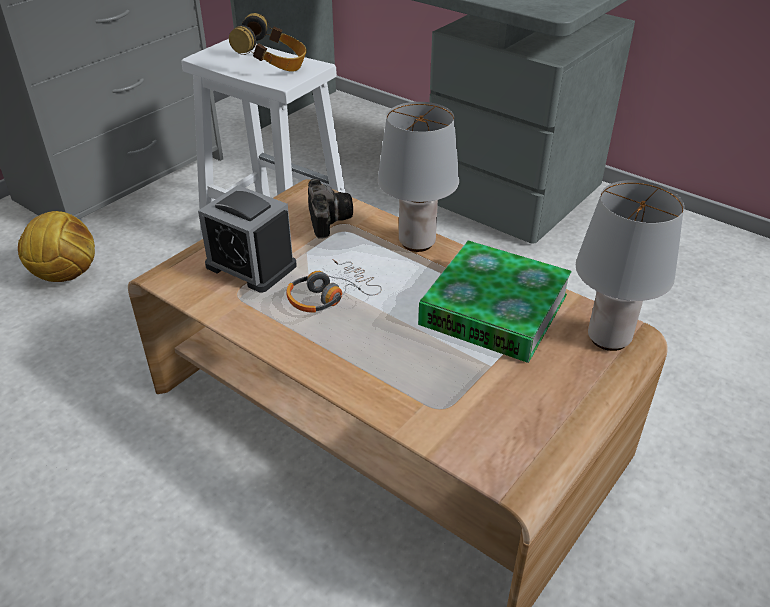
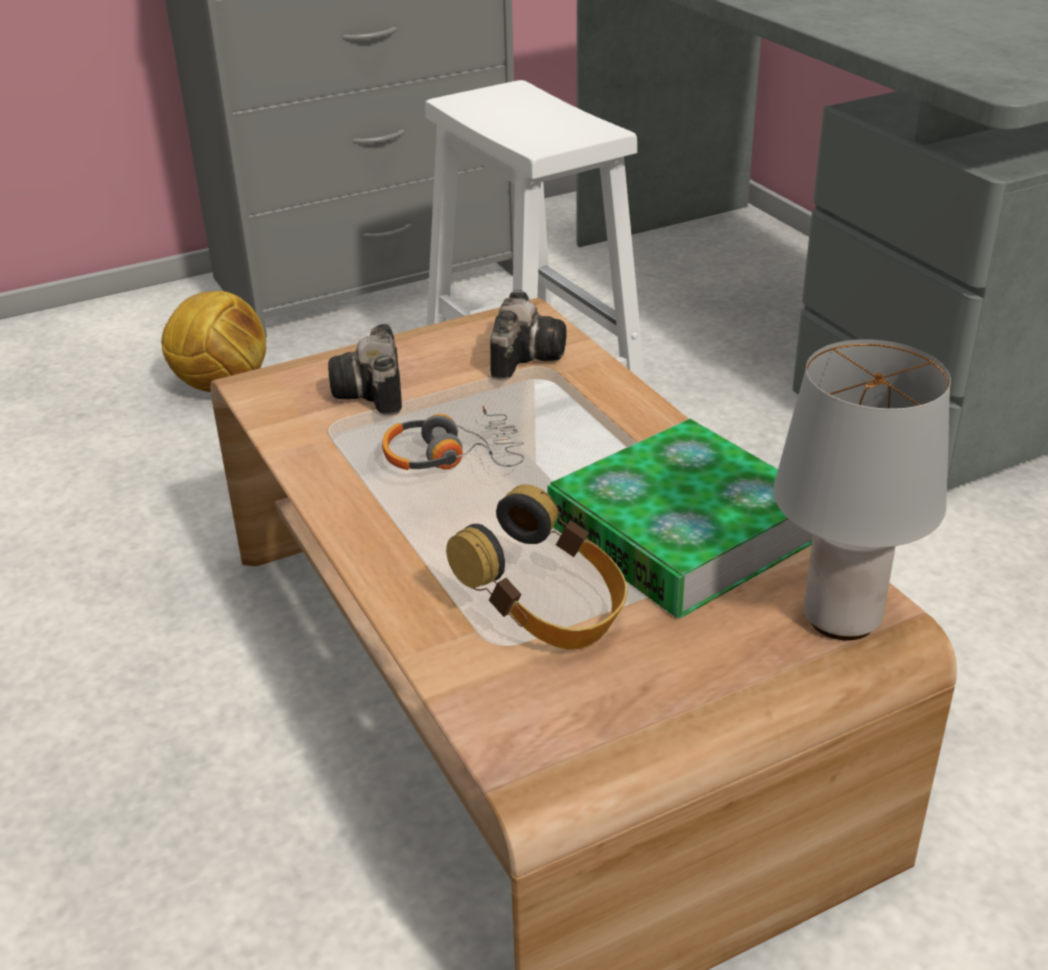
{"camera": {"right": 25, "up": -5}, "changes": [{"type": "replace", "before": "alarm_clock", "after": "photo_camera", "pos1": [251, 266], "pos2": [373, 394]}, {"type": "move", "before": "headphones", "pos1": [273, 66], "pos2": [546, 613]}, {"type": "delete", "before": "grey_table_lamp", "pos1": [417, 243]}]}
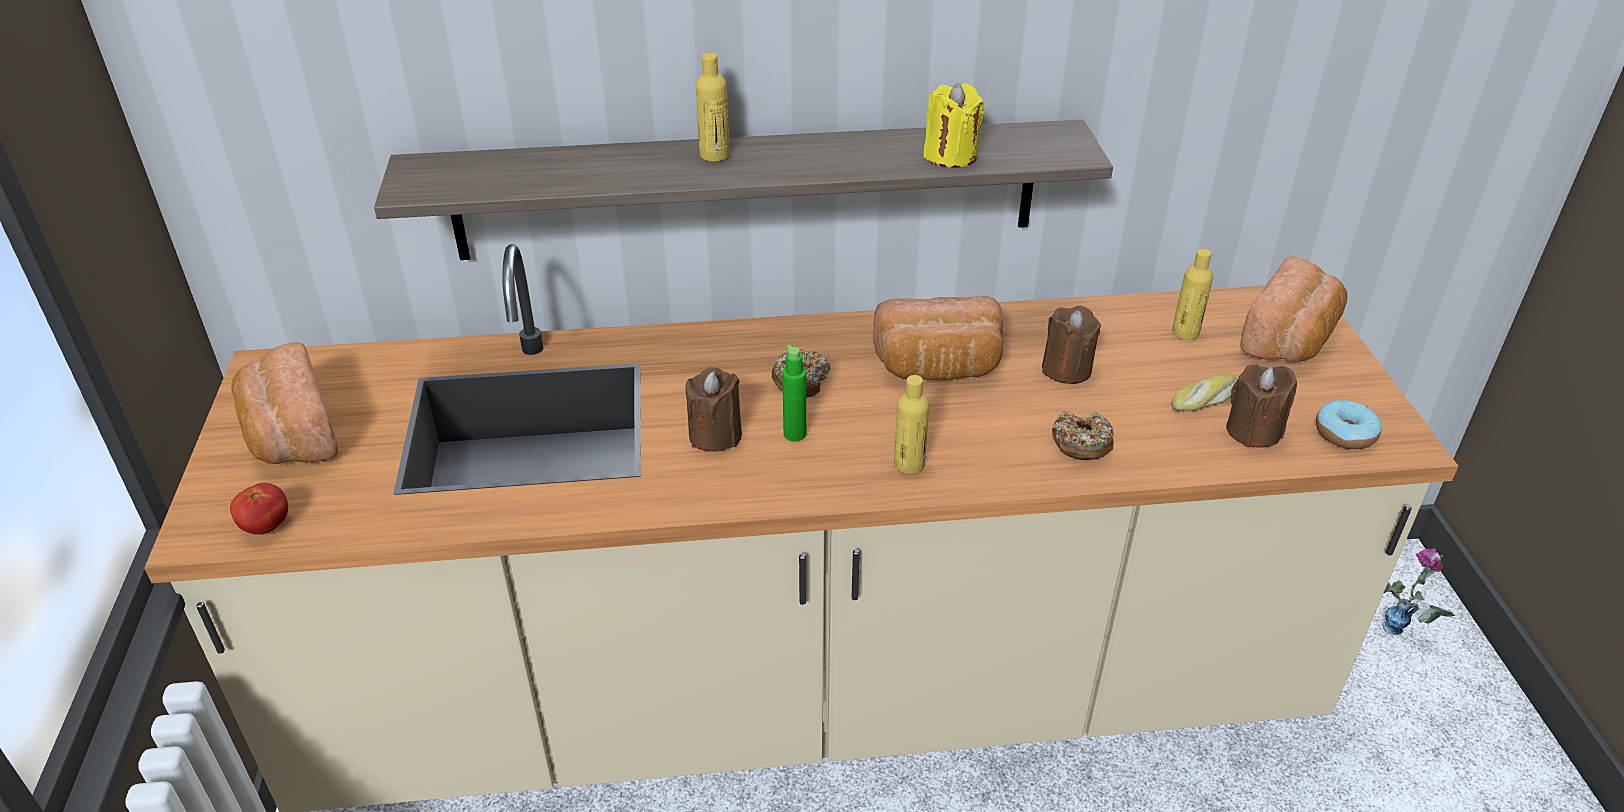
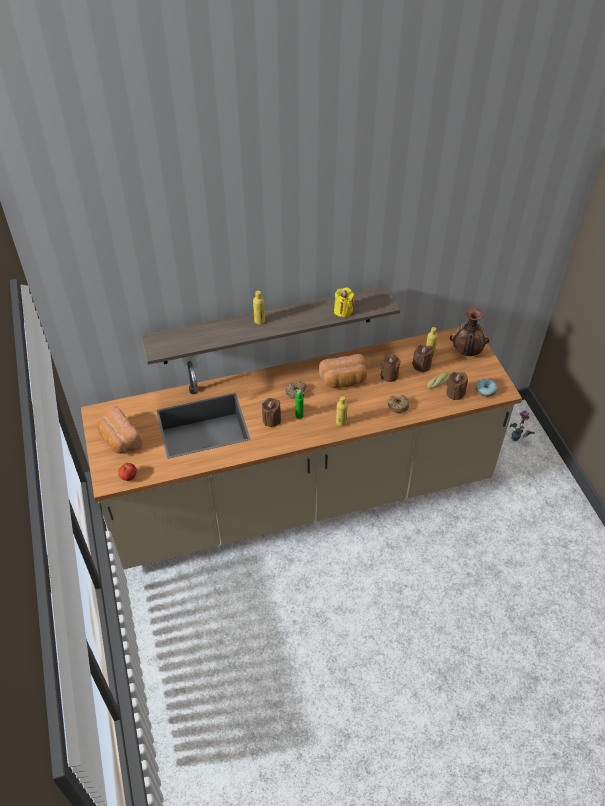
{"camera": {"right": -10, "up": 10}, "changes": [{"type": "replace", "before": "bread", "after": "vase", "pos1": [1290, 339], "pos2": [466, 352]}, {"type": "insert", "after": "brown_candle", "pos2": [421, 365]}]}
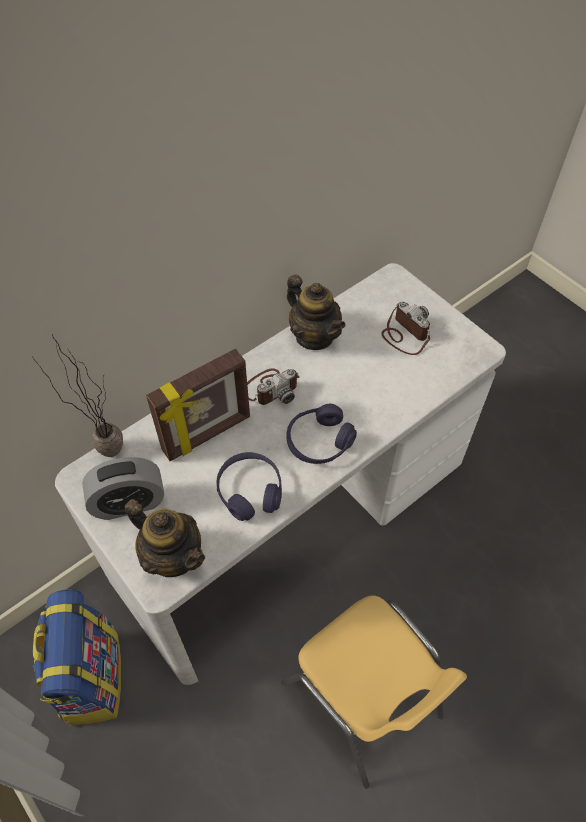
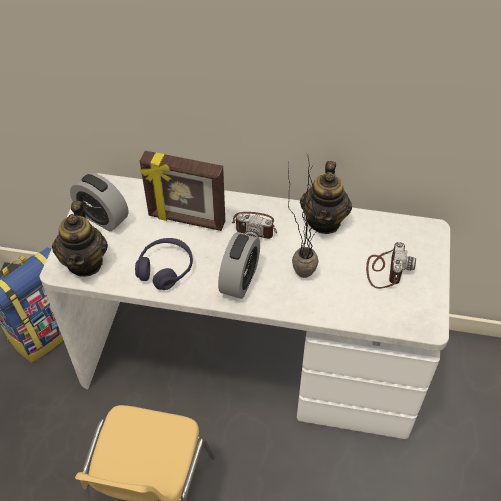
{"camera": {"right": 50, "up": -5}, "changes": [{"type": "move", "before": "potted_plant", "pos1": [103, 448], "pos2": [300, 267]}, {"type": "replace", "before": "purple_headphones", "after": "alarm_clock", "pos1": [319, 441], "pos2": [239, 280]}]}
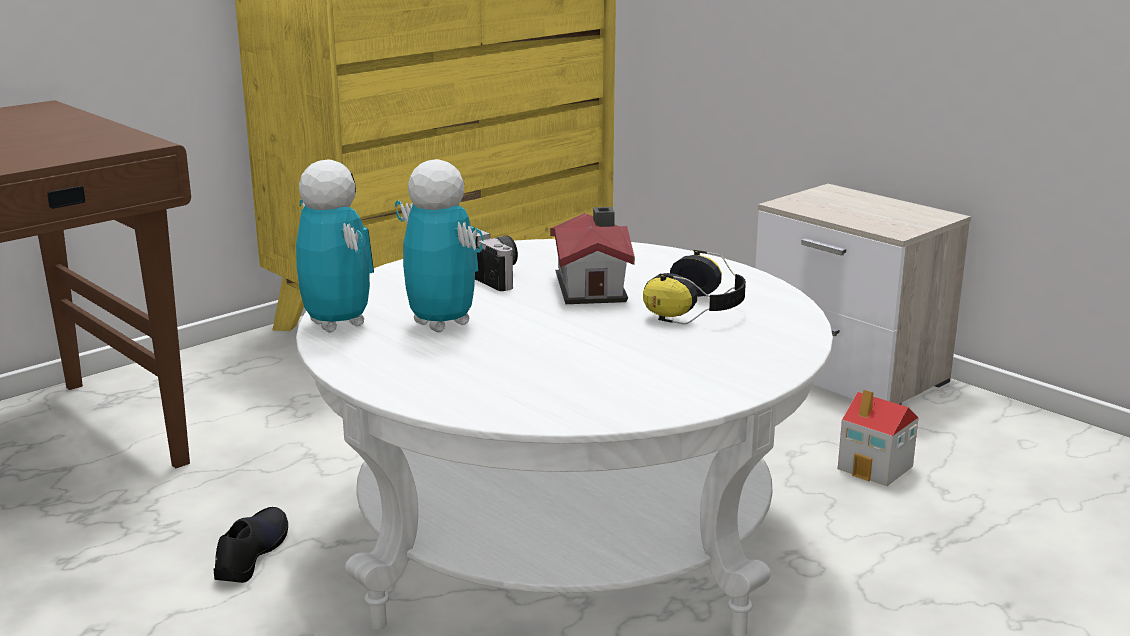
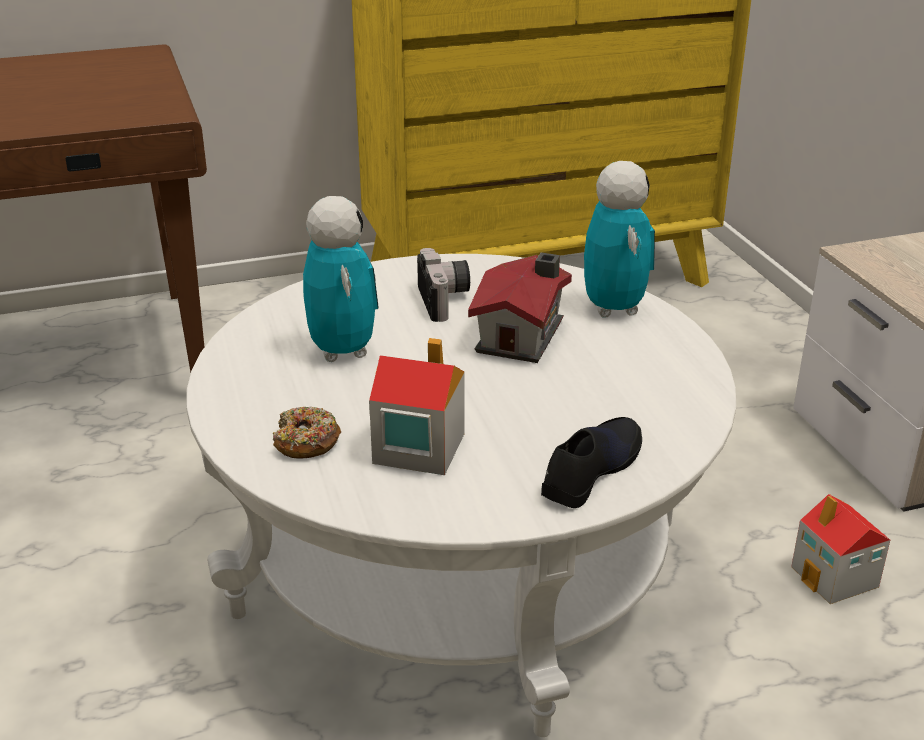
{"camera": {"right": 25, "up": 10}, "changes": [{"type": "move", "before": "black_shoe", "pos1": [251, 554], "pos2": [590, 471]}, {"type": "move", "before": "toy_robot", "pos1": [337, 323], "pos2": [613, 308]}, {"type": "delete", "before": "headphones", "pos1": [698, 310]}, {"type": "insert", "after": "donut", "pos2": [306, 442]}, {"type": "insert", "after": "toy_house", "pos2": [417, 448]}]}
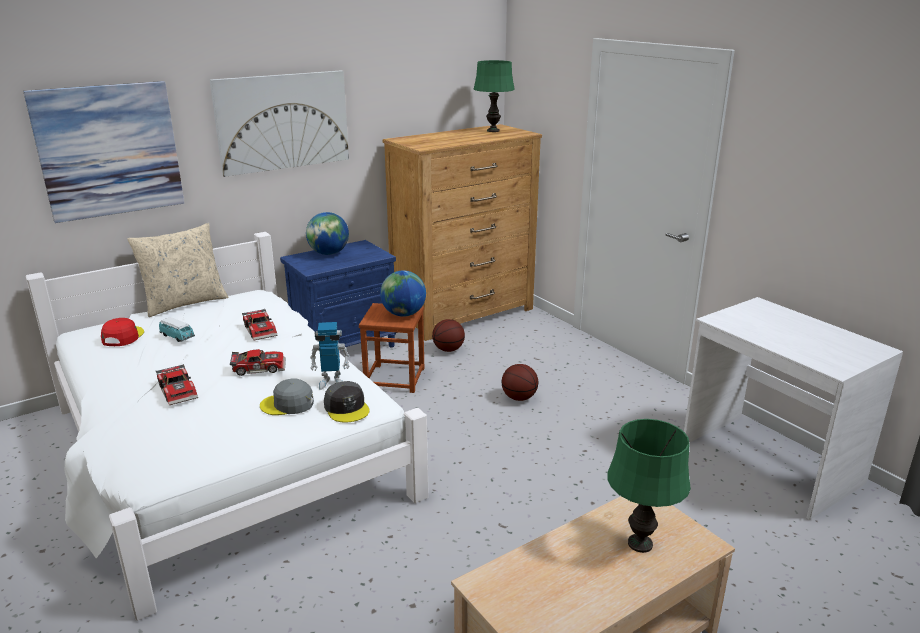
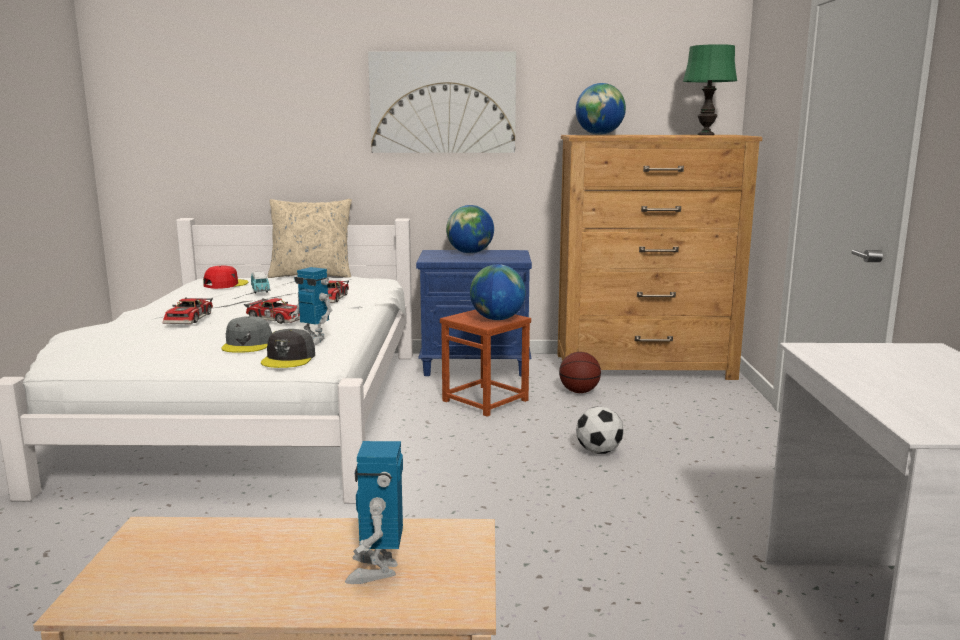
{"camera": {"right": 35, "up": -10}, "changes": [{"type": "delete", "before": "picture", "pos1": [109, 150]}, {"type": "rotate", "before": "grey_cap", "pos1": [288, 404], "pos2": [247, 344], "turn": -120}, {"type": "replace", "before": "basketball", "after": "football", "pos1": [519, 398], "pos2": [598, 451]}, {"type": "replace", "before": "green_table_lamp", "after": "toy_robot", "pos1": [640, 544], "pos2": [376, 569]}, {"type": "insert", "after": "globe", "pos2": [599, 134]}]}
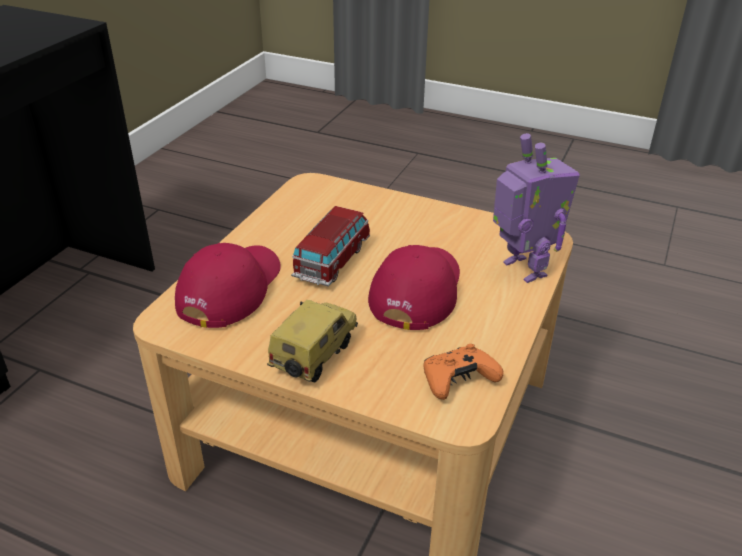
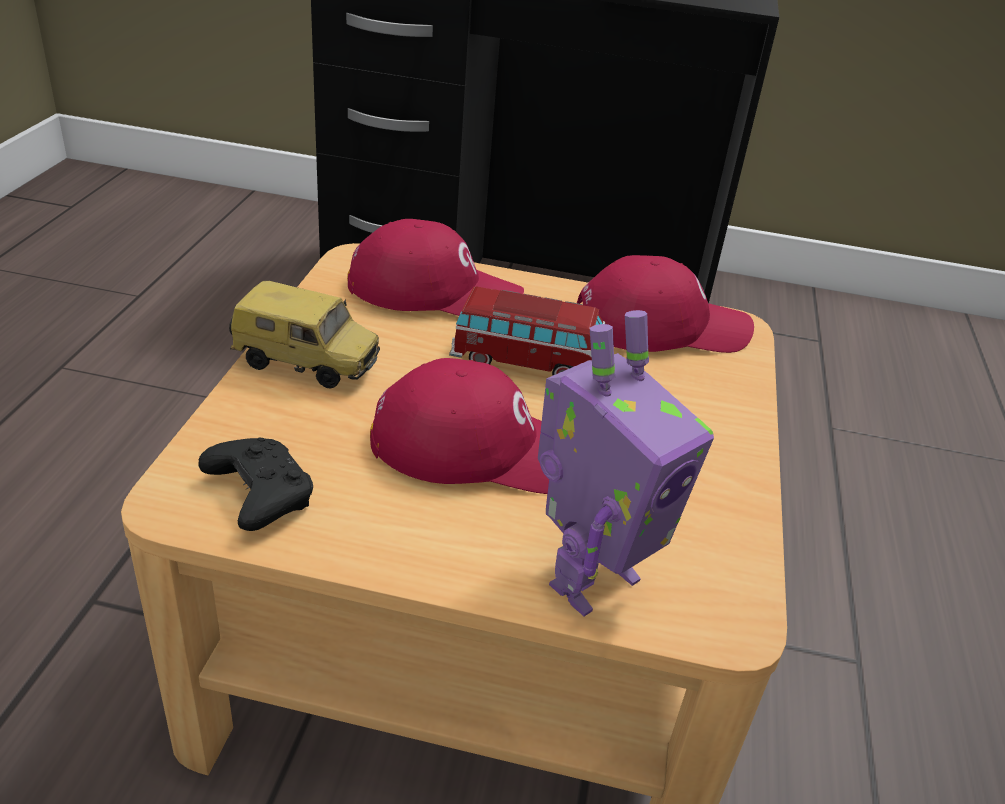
{"camera": {"right": 75, "up": 0}, "changes": [{"type": "recolor", "before": "orange_game_controller", "after": "black_game_controller", "pos1": [458, 380], "pos2": [260, 496]}, {"type": "insert", "after": "red_cap", "pos2": [660, 326]}]}
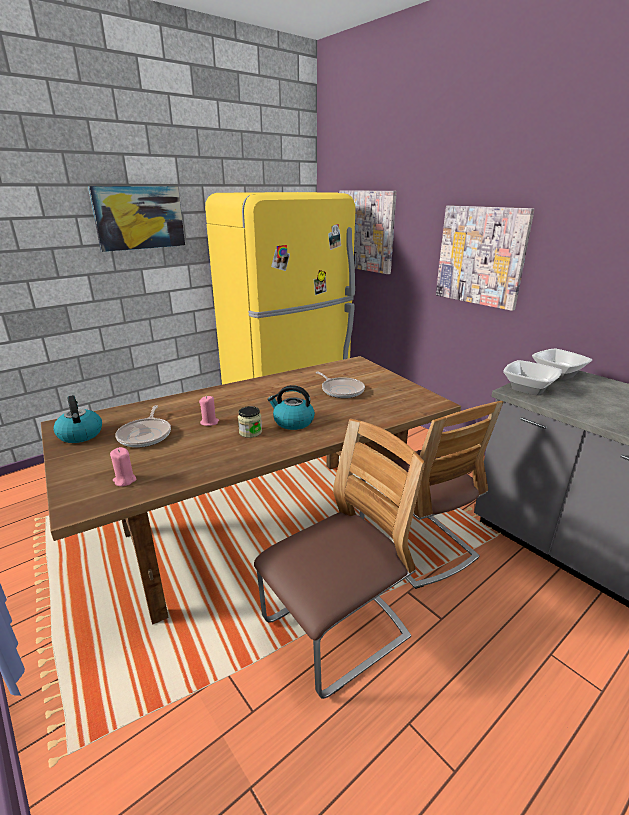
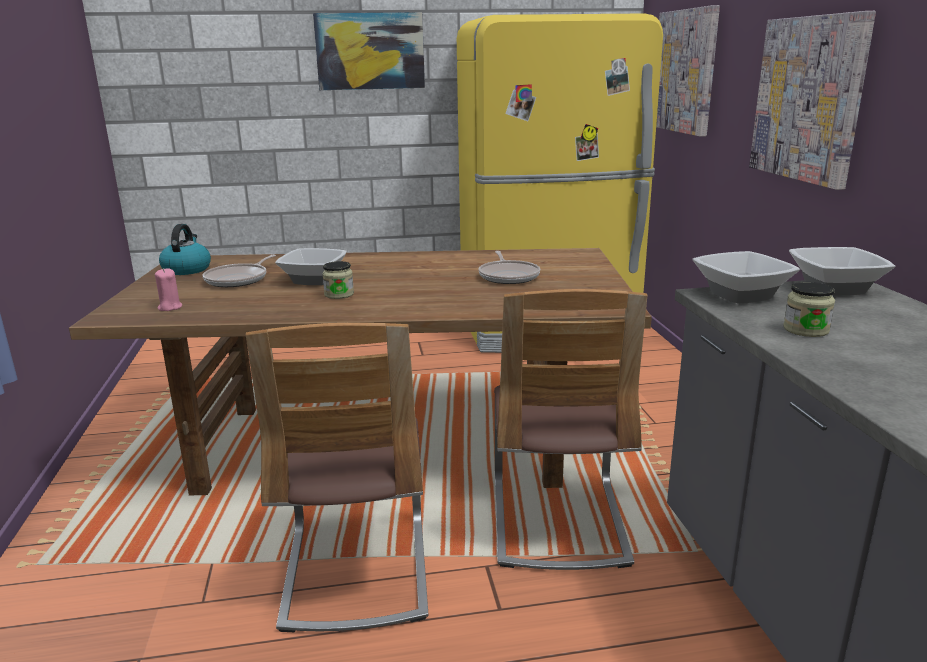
{"camera": {"right": 30, "up": -5}, "changes": [{"type": "replace", "before": "pink_candle", "after": "bowl", "pos1": [209, 422], "pos2": [312, 280]}, {"type": "rotate", "before": "chair", "pos1": [335, 631], "pos2": [356, 569], "turn": 90}, {"type": "delete", "before": "kettle", "pos1": [293, 422]}, {"type": "insert", "after": "jar", "pos2": [806, 330]}]}
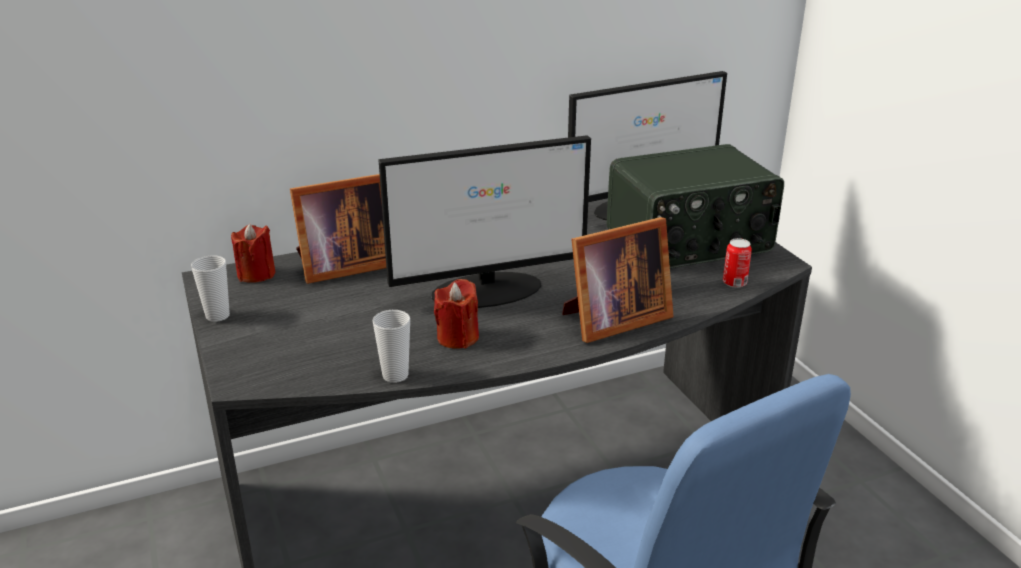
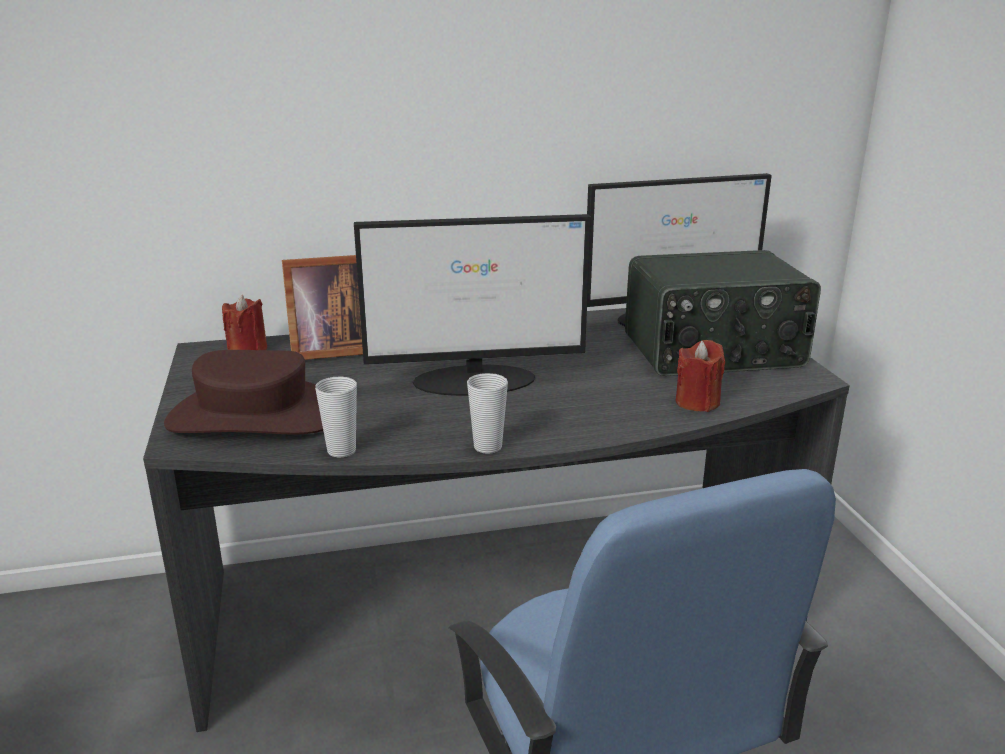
{"camera": {"right": 10, "up": -5}, "changes": [{"type": "move", "before": "cup", "pos1": [217, 316], "pos2": [487, 447]}, {"type": "move", "before": "red_candle", "pos1": [458, 337], "pos2": [697, 402]}, {"type": "delete", "before": "picture_frame", "pos1": [612, 320]}, {"type": "delete", "before": "can", "pos1": [734, 283]}, {"type": "insert", "after": "brown_hat", "pos2": [255, 416]}]}
